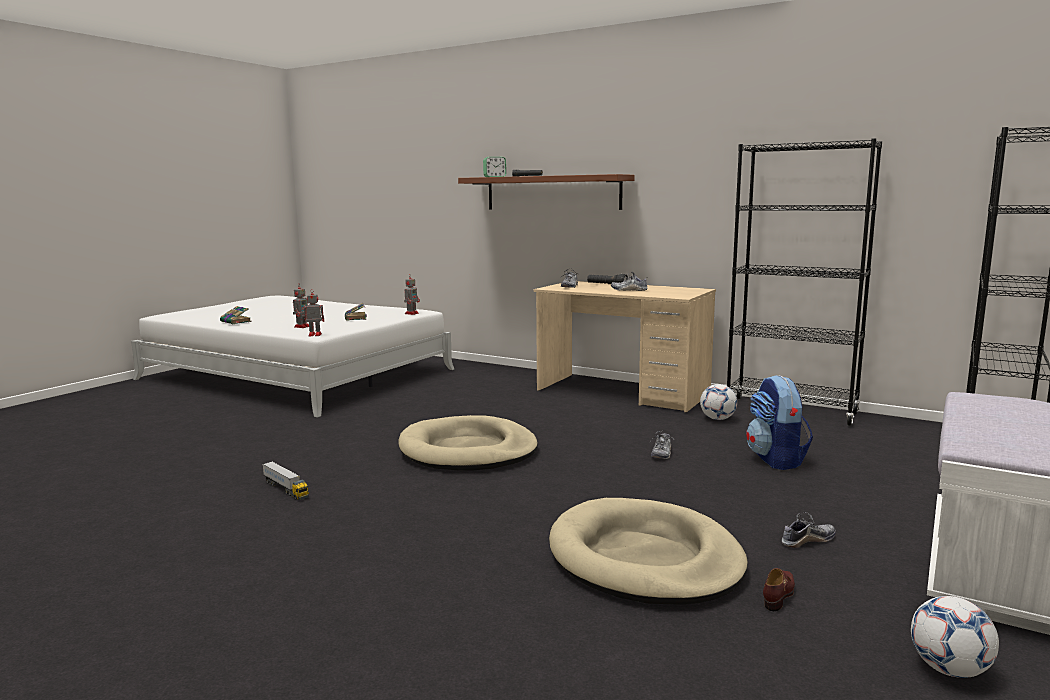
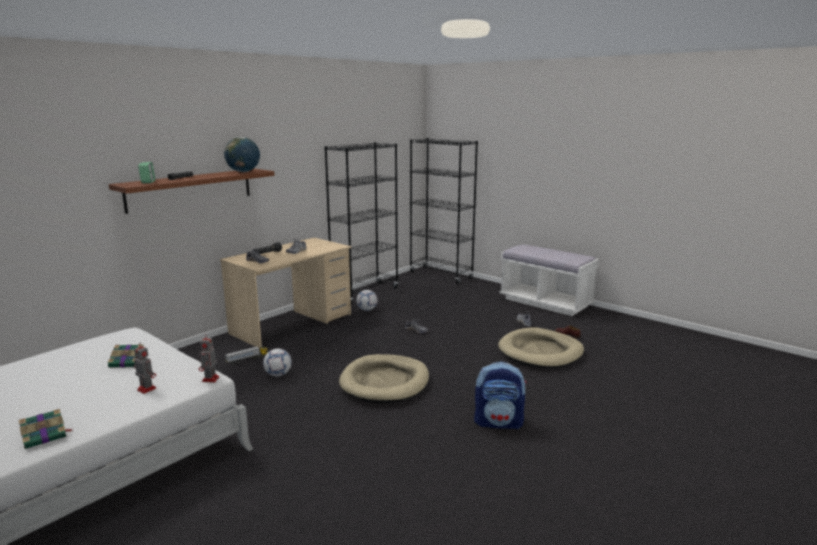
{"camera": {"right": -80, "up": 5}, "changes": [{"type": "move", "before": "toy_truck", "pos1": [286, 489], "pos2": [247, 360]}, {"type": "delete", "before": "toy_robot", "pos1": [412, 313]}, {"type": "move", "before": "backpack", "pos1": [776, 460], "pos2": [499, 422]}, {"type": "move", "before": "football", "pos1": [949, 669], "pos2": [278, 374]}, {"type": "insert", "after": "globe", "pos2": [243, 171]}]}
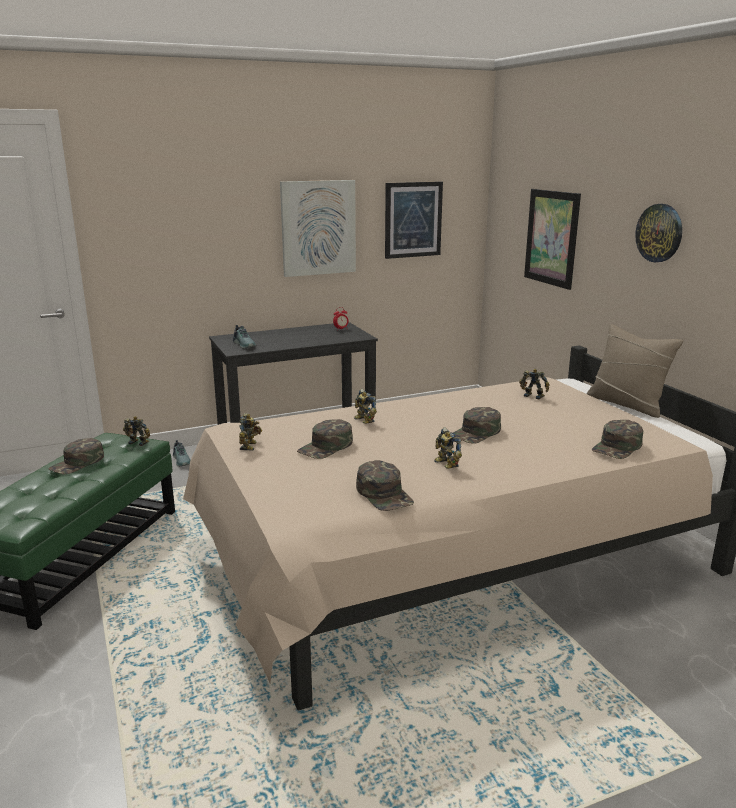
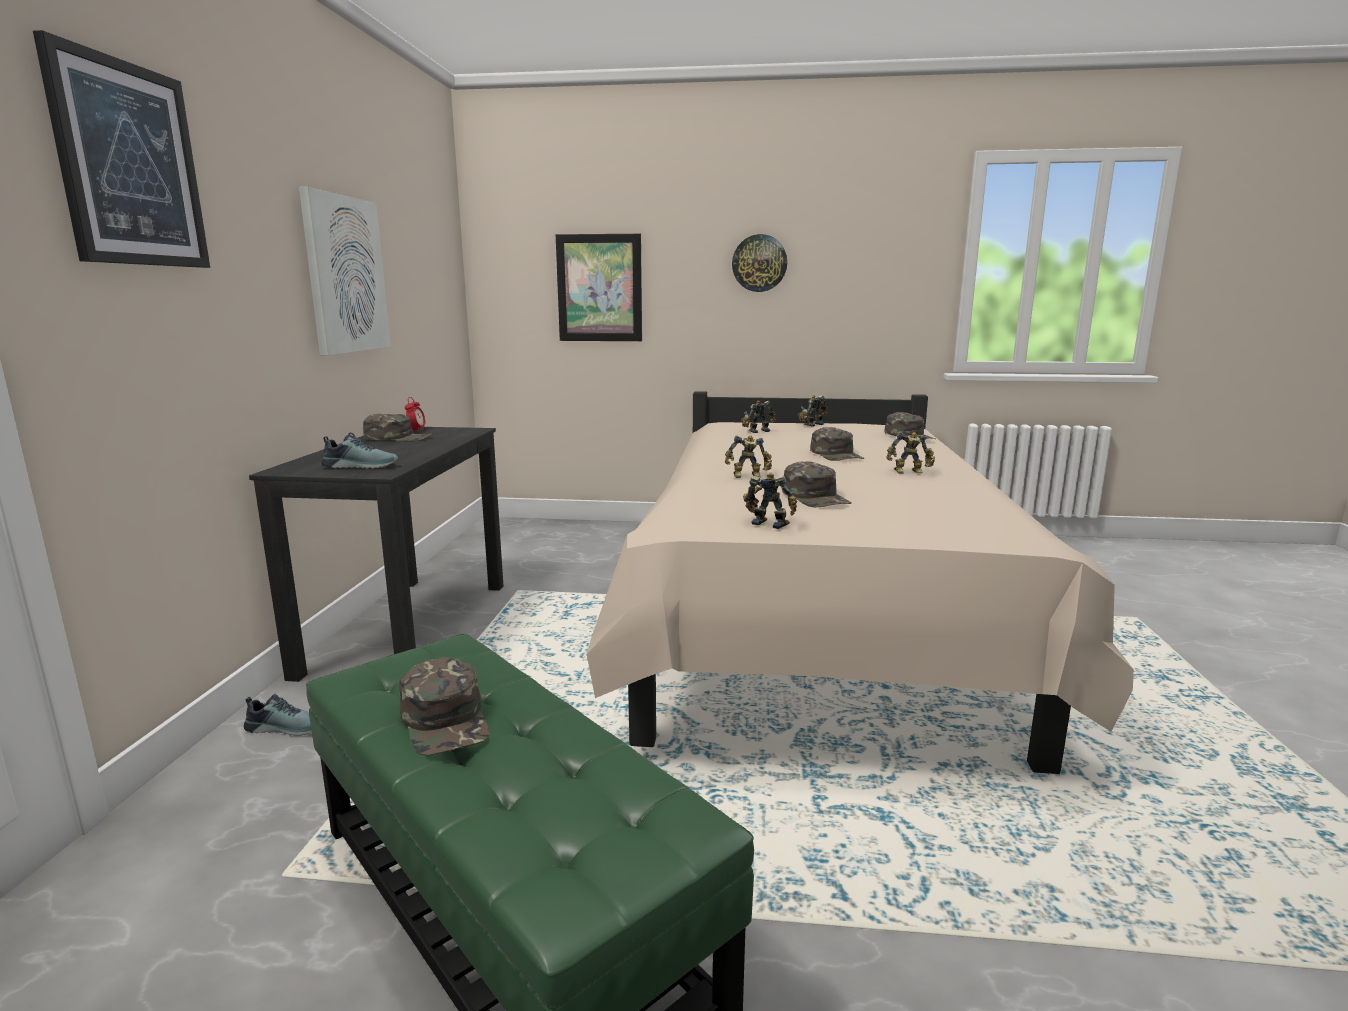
{"camera": {"right": -60, "up": -5}, "changes": [{"type": "move", "before": "toy_robot", "pos1": [139, 442], "pos2": [812, 424]}, {"type": "move", "before": "green_cap", "pos1": [384, 494], "pos2": [398, 437]}, {"type": "move", "before": "picture", "pos1": [413, 219], "pos2": [129, 165]}, {"type": "delete", "before": "beige_pillow", "pos1": [627, 404]}]}
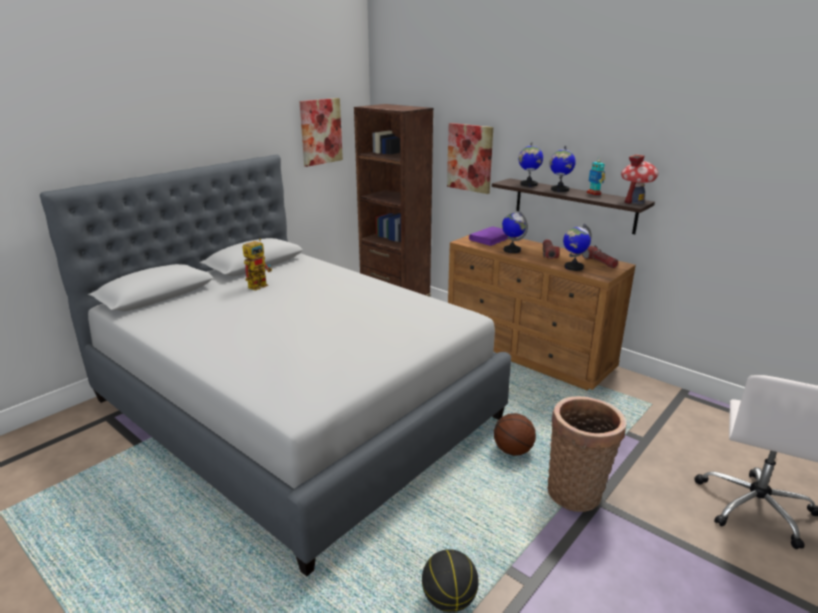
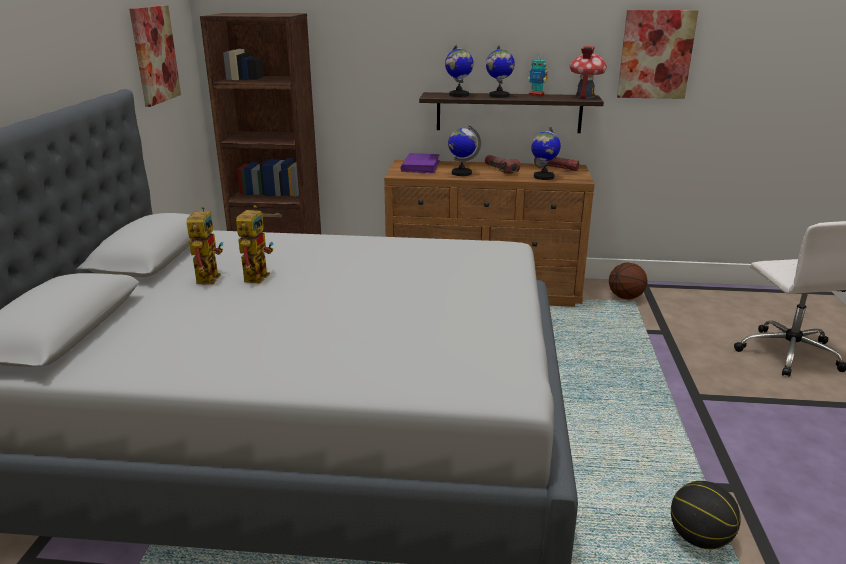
{"camera": {"right": -35, "up": 0}, "changes": [{"type": "move", "before": "picture", "pos1": [470, 158], "pos2": [655, 54]}, {"type": "move", "before": "basketball", "pos1": [513, 450], "pos2": [625, 297]}, {"type": "delete", "before": "basket", "pos1": [577, 492]}, {"type": "insert", "after": "toy_robot", "pos2": [256, 275]}]}
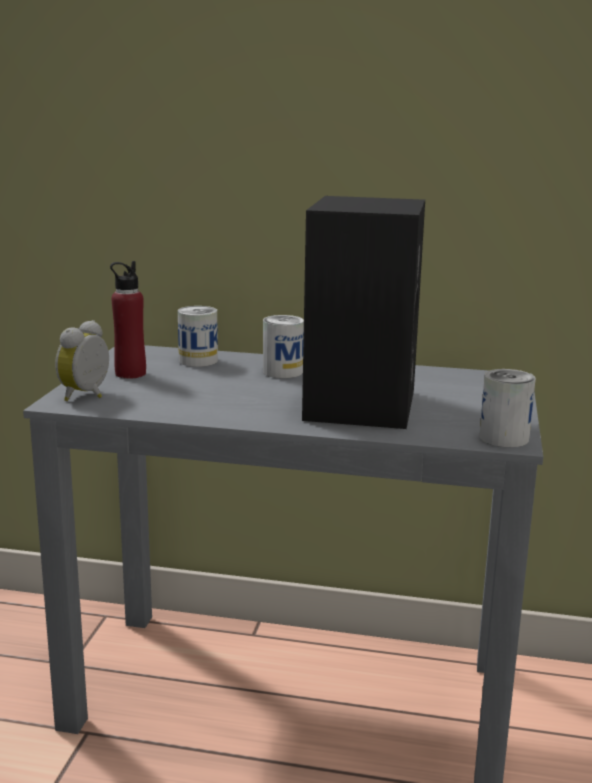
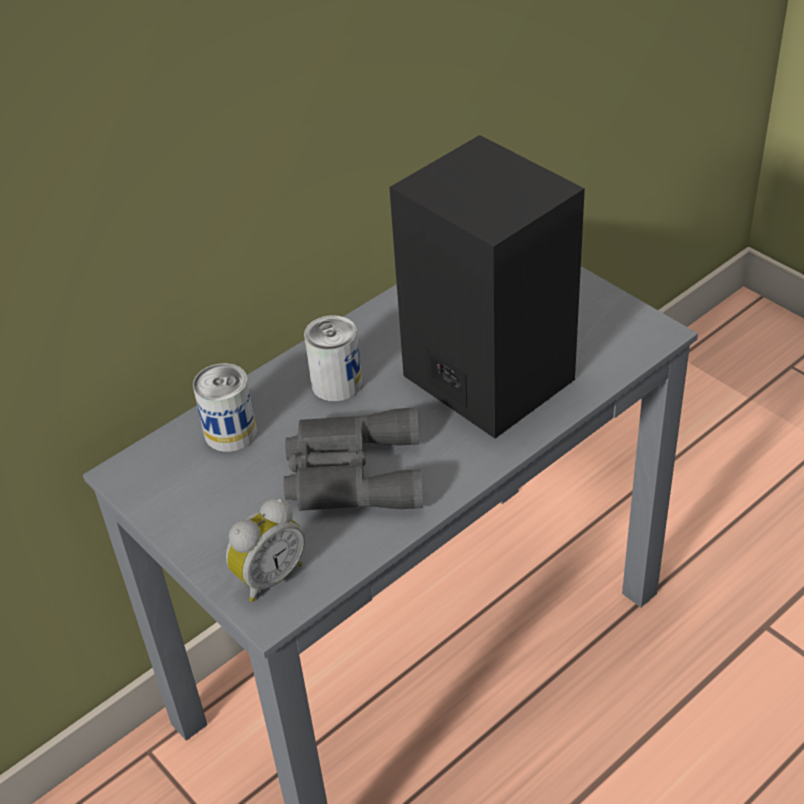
{"camera": {"right": -50, "up": 25}, "changes": [{"type": "rotate", "before": "alarm_clock", "pos1": [88, 396], "pos2": [268, 576], "turn": -105}, {"type": "delete", "before": "red_bottle", "pos1": [130, 374]}, {"type": "delete", "before": "can", "pos1": [504, 438]}, {"type": "insert", "after": "grey_binoculars", "pos2": [351, 473]}]}
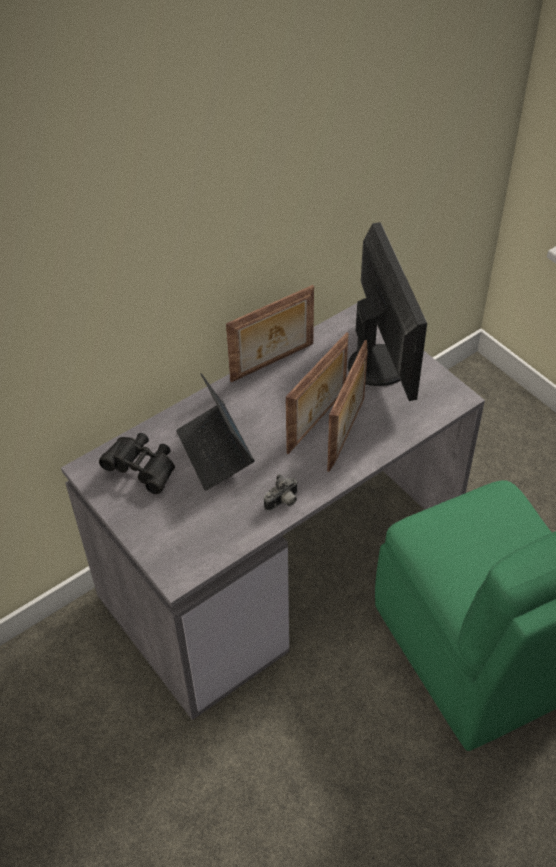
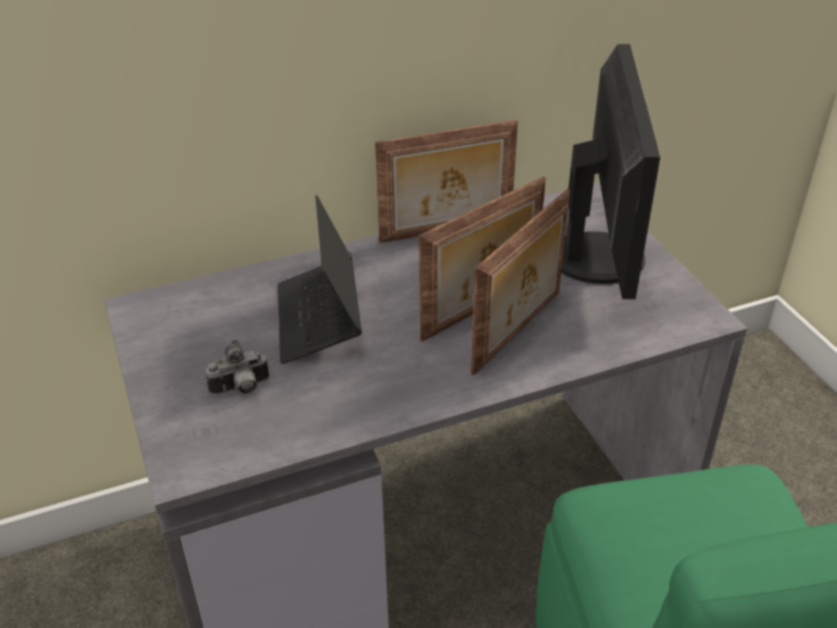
{"camera": {"right": 15, "up": -10}, "changes": [{"type": "delete", "before": "black_binoculars", "pos1": [143, 469]}, {"type": "move", "before": "photo_camera", "pos1": [283, 502], "pos2": [241, 389]}]}
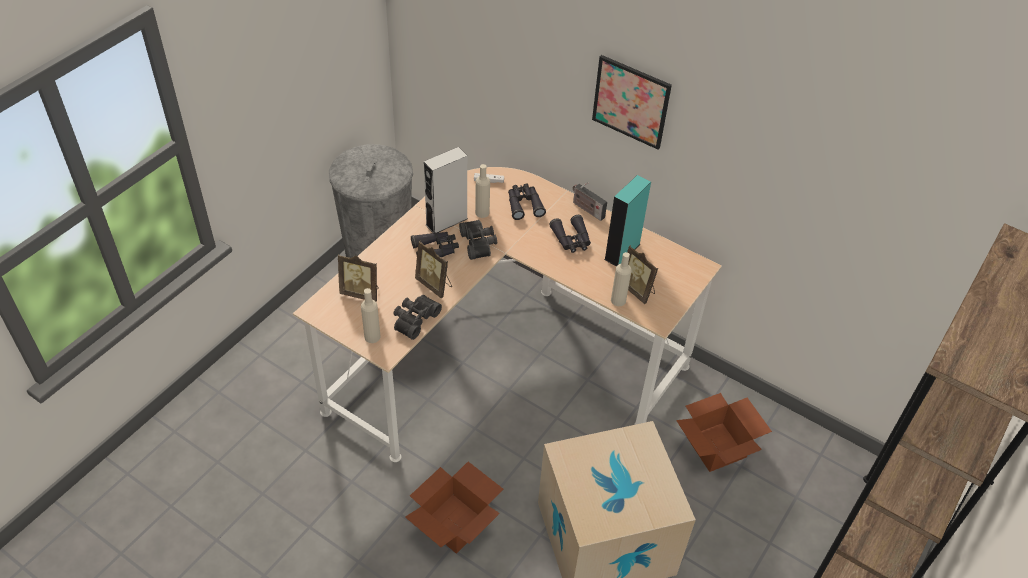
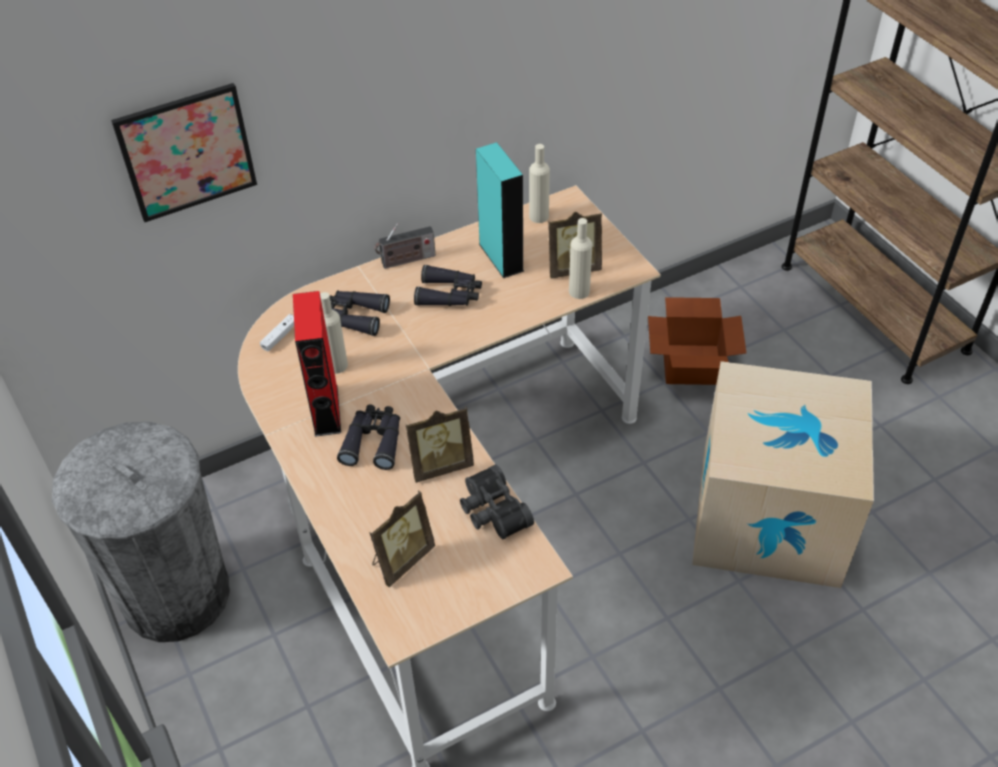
{"camera": {"right": -60, "up": 0}, "changes": [{"type": "move", "before": "beige_bottle", "pos1": [372, 337], "pos2": [539, 216]}, {"type": "delete", "before": "cardboard_box", "pos1": [456, 523]}, {"type": "recolor", "before": "grey_speaker", "after": "red_speaker", "pos1": [446, 221], "pos2": [326, 410]}, {"type": "delete", "before": "black_binoculars", "pos1": [479, 243]}, {"type": "move", "before": "picture", "pos1": [631, 101], "pos2": [187, 152]}]}
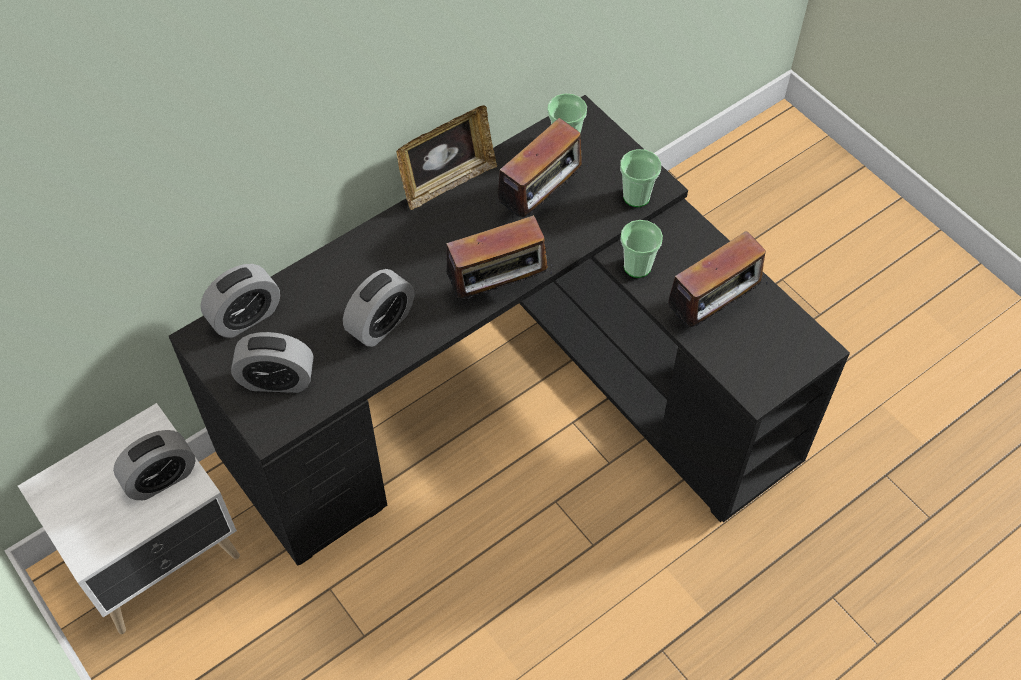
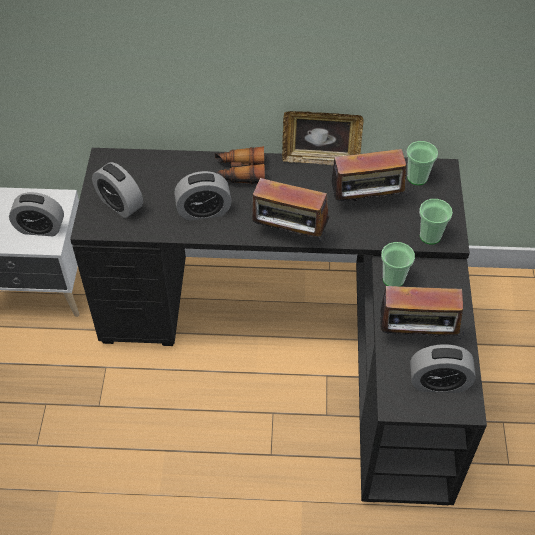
{"camera": {"right": 40, "up": -5}, "changes": [{"type": "move", "before": "alarm_clock", "pos1": [245, 317], "pos2": [438, 382]}, {"type": "insert", "after": "binoculars", "pos2": [239, 172]}]}
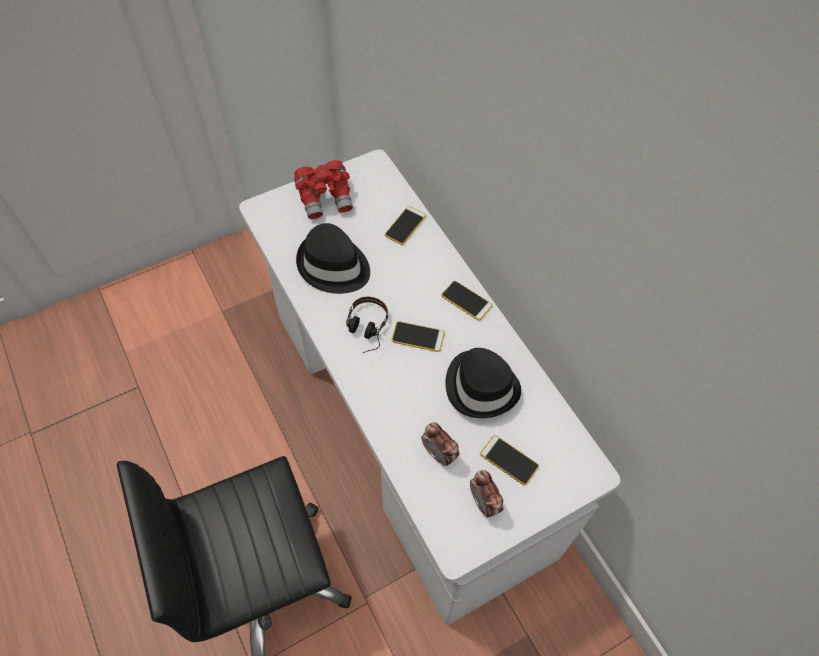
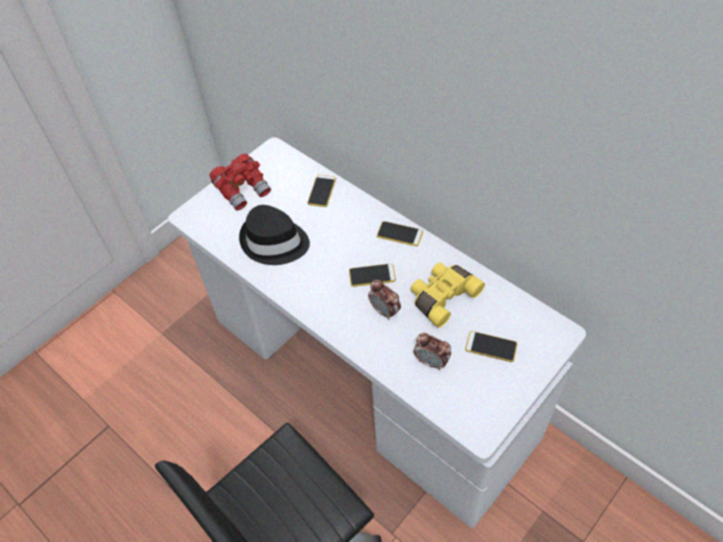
{"camera": {"right": -15, "up": -5}, "changes": [{"type": "delete", "before": "headphones", "pos1": [365, 331]}, {"type": "replace", "before": "black_hat", "after": "yellow_binoculars", "pos1": [481, 386], "pos2": [442, 296]}, {"type": "move", "before": "alarm_clock", "pos1": [484, 502], "pos2": [385, 311]}]}
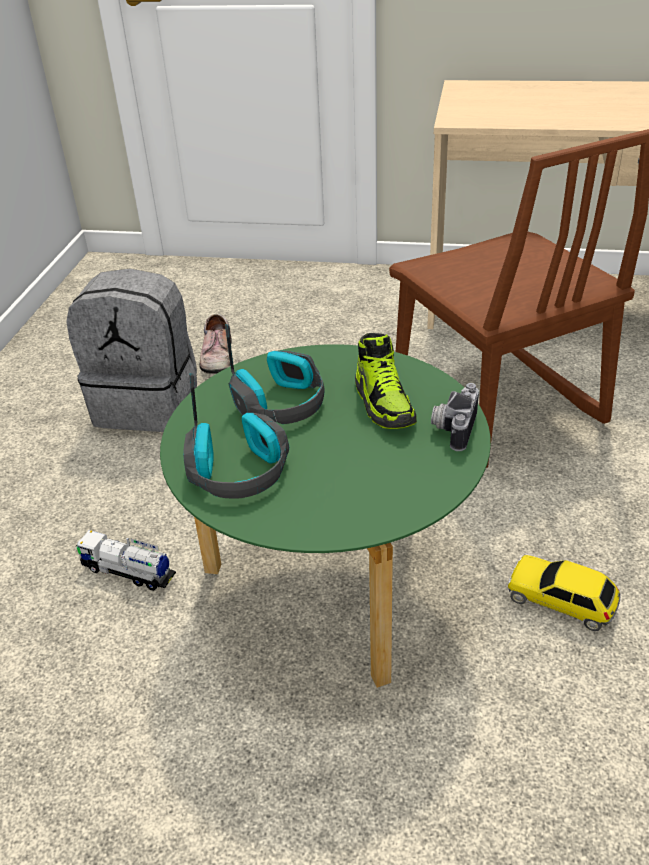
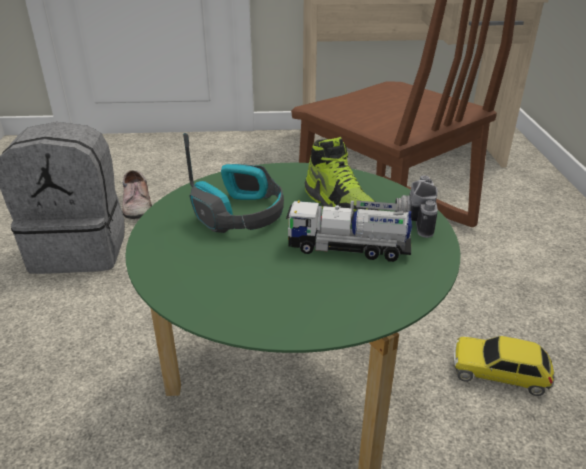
{"camera": {"right": -15, "up": -5}, "changes": [{"type": "move", "before": "toy_truck", "pos1": [128, 572], "pos2": [348, 248]}, {"type": "delete", "before": "headphones", "pos1": [239, 470]}]}
